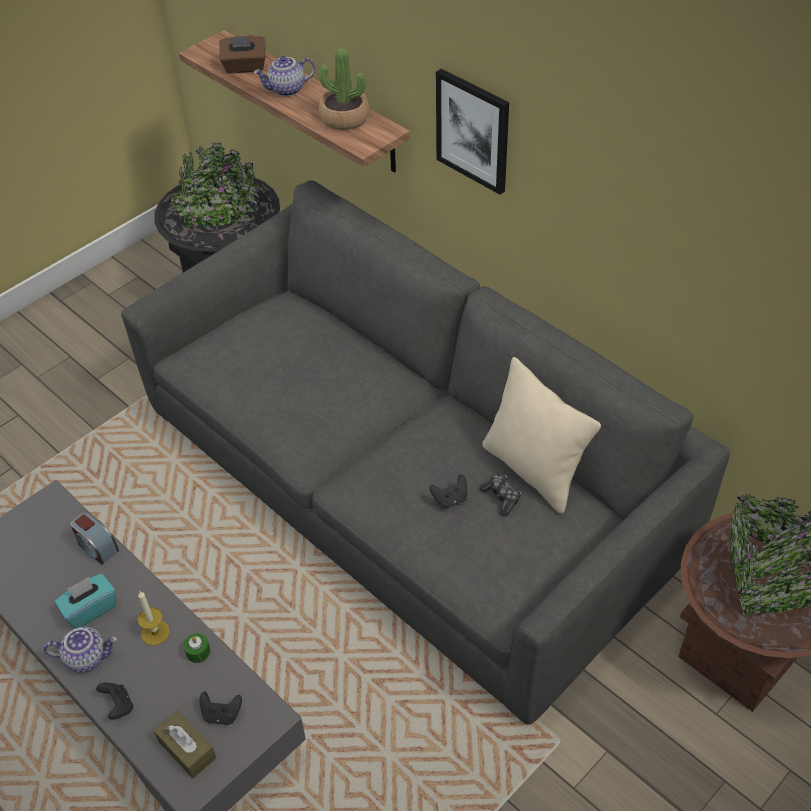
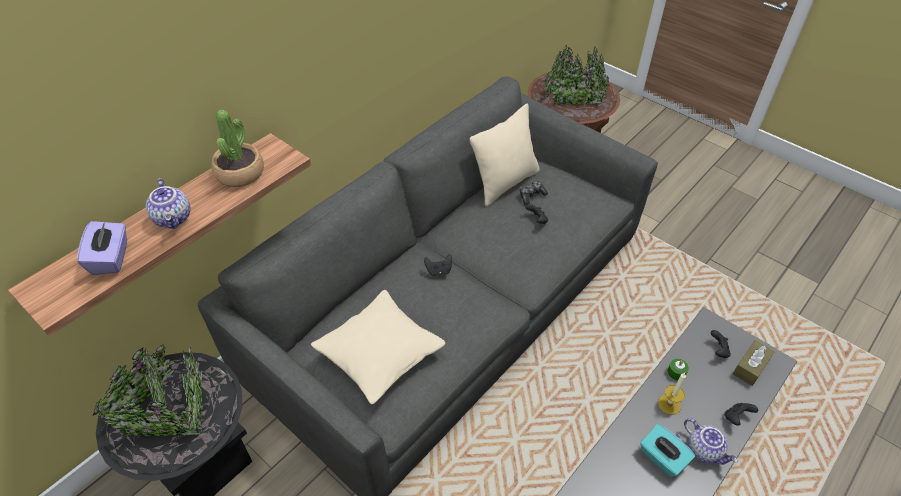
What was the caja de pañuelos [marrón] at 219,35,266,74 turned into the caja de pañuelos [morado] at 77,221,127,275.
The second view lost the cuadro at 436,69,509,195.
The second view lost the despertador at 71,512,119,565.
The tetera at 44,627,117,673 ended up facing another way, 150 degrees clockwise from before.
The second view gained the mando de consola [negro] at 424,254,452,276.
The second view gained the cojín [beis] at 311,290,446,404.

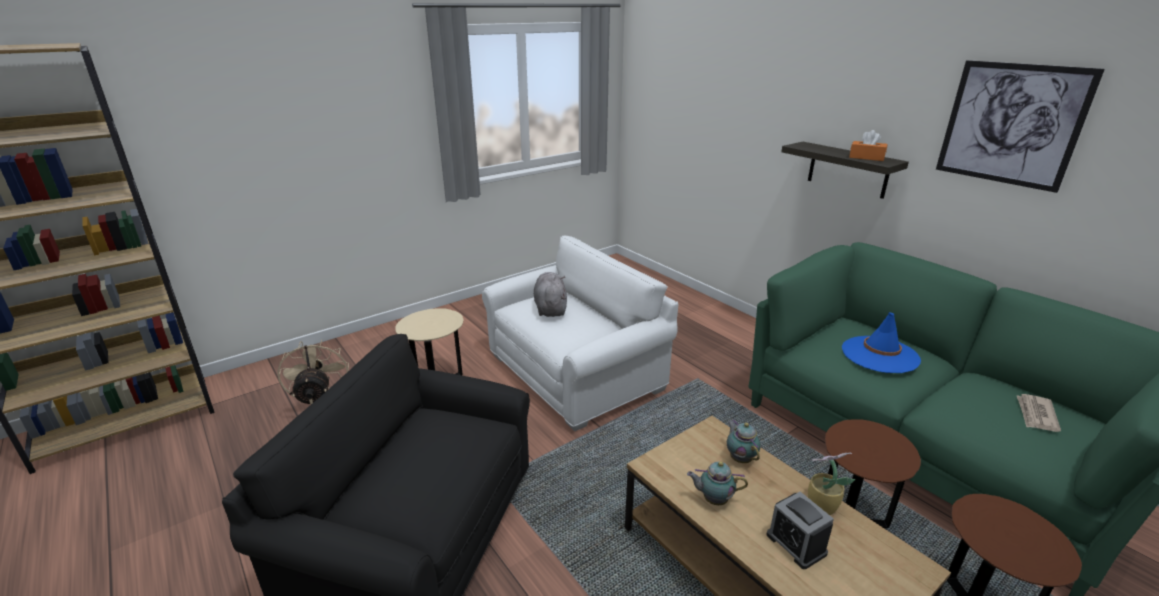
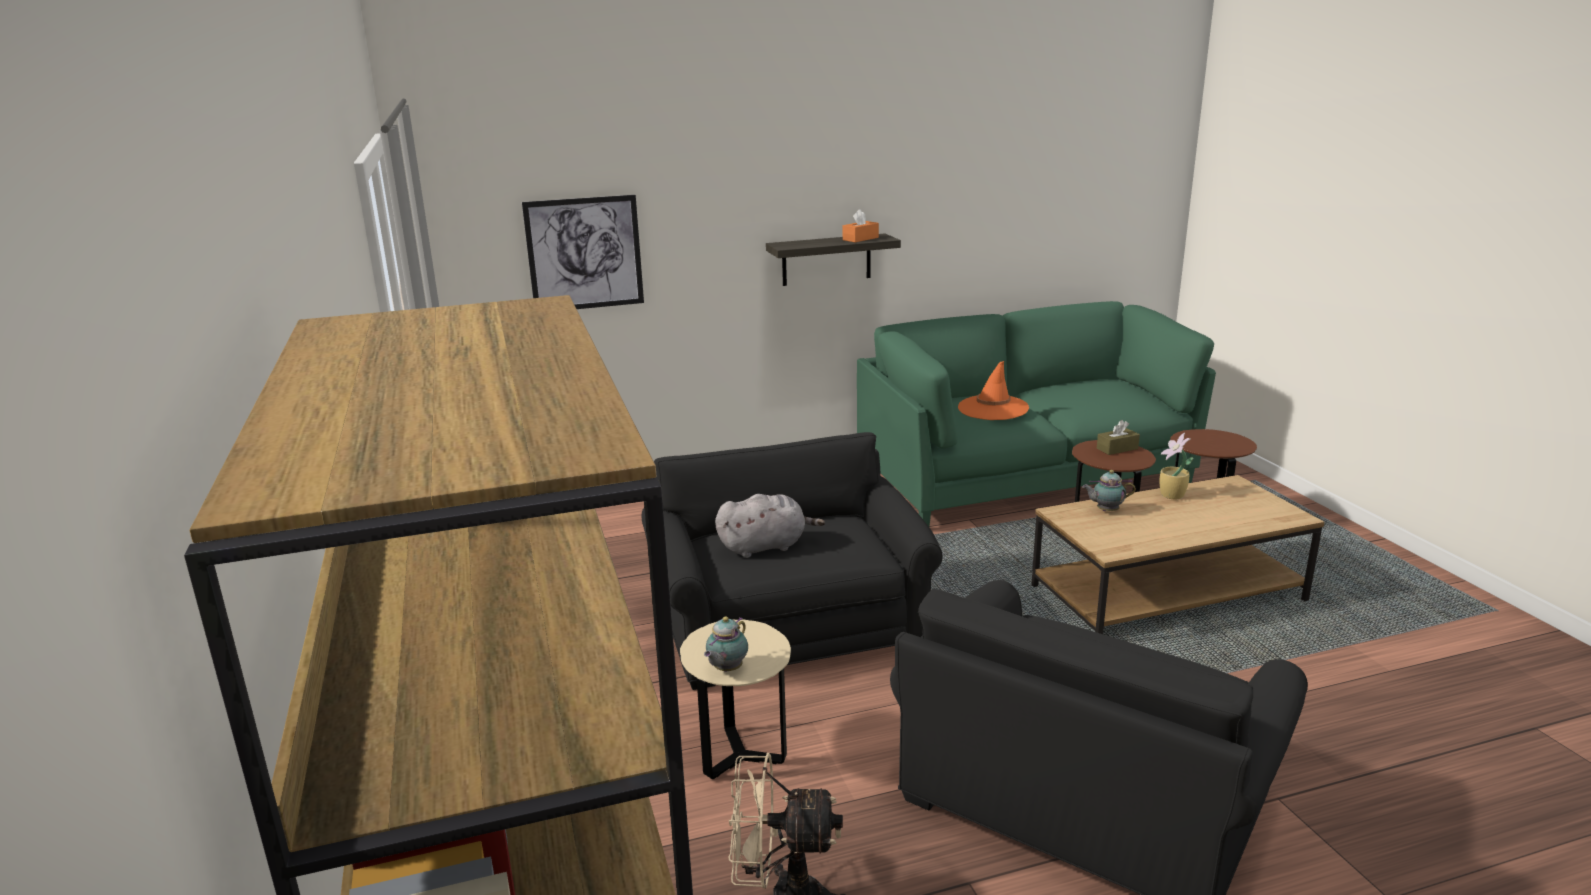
The cuadro ended up elsewhere, having gone from 936,60,1105,193 to 522,195,644,309.
What was the sillón [blanco] at 482,236,678,431 turned into the sillón [negro] at 642,432,943,690.
The peluche [gris] at 534,272,567,317 ended up facing another way, 150 degrees clockwise from before.
What was the sombrero [azul] at 842,312,921,373 turned into the sombrero [naranja] at 958,361,1029,420.
The second view lost the periódico at 1016,394,1061,432.
The tetera ended up elsewhere, having gone from 687,461,748,505 to 704,616,748,672.
The second view lost the despertador at 766,492,834,569.
The second view gained the caja de pañuelos [marrón] at 1097,420,1140,455.

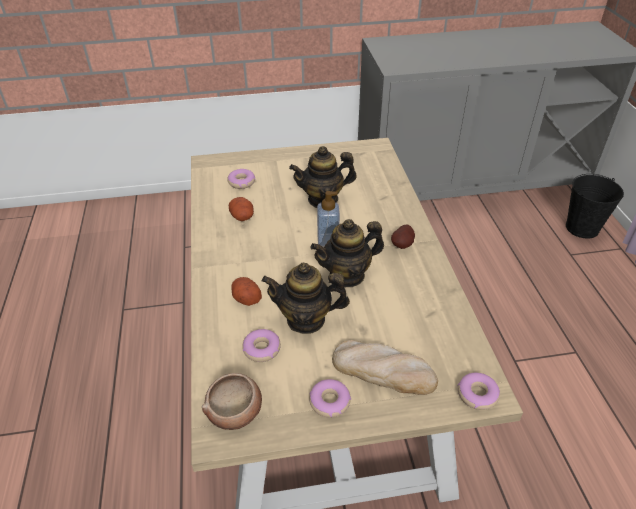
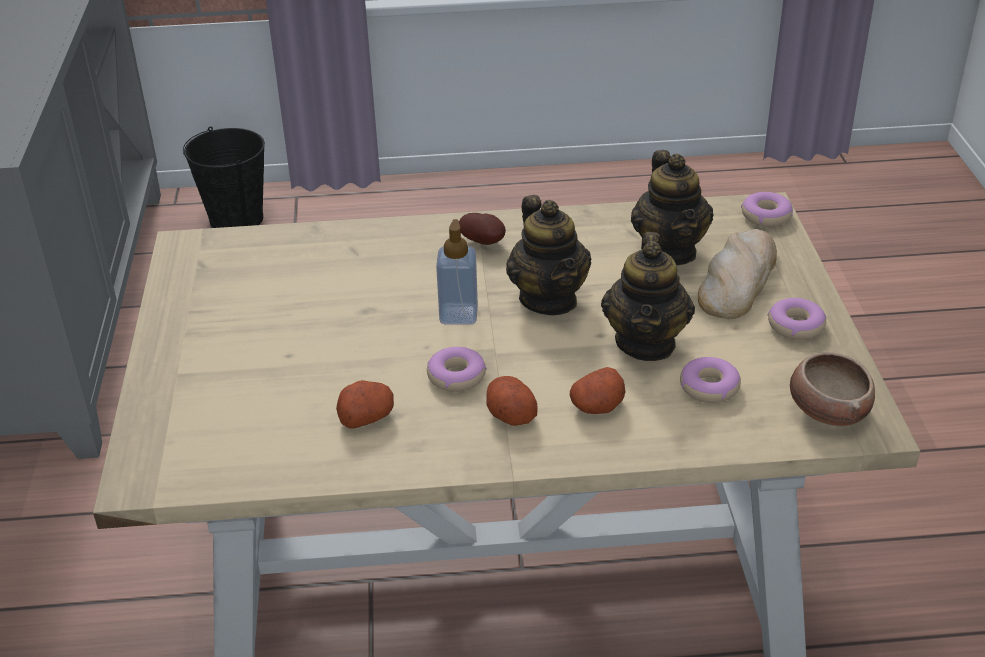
The tetera ended up elsewhere, having gone from 289,146,357,208 to 631,150,714,265.
The rosquilla ended up elsewhere, having gone from 227,169,256,189 to 427,347,487,392.
The second view gained the patata at 486,376,538,426.

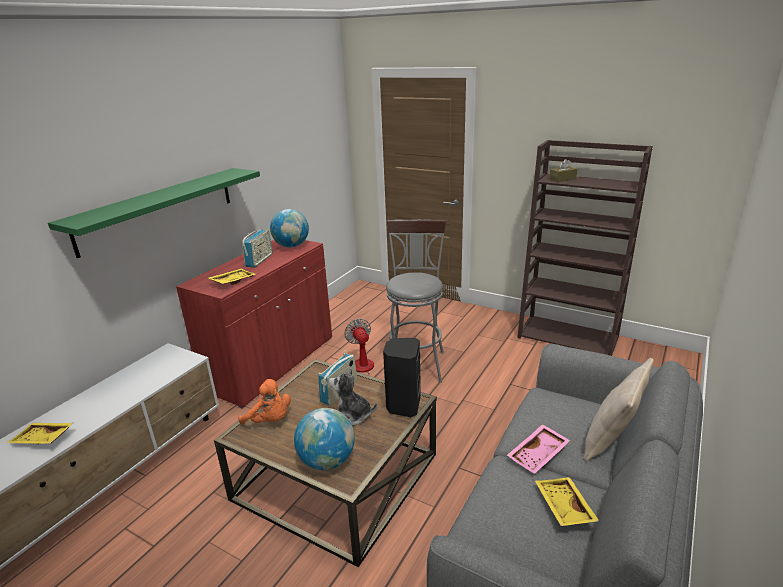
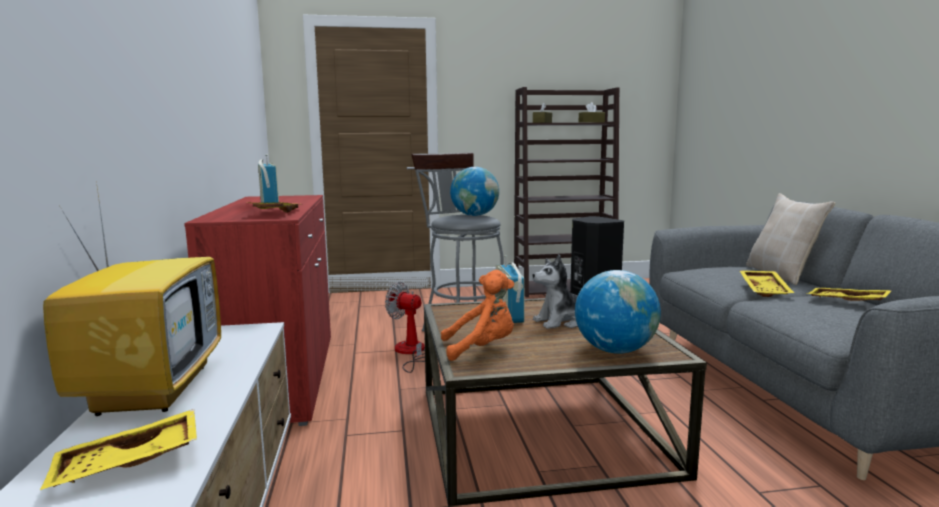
The second view lost the estante [verde] at 48,168,260,258.
The globo terráqueo ended up elsewhere, having gone from 270,209,309,247 to 450,167,499,216.
What was the bandeja [rosa] at 507,424,571,474 turned into the bandeja [amarillo] at 740,271,794,297.
The second view gained the caja de pañuelos [marrón] at 578,102,605,123.
The second view gained the televisor at 43,181,221,416.

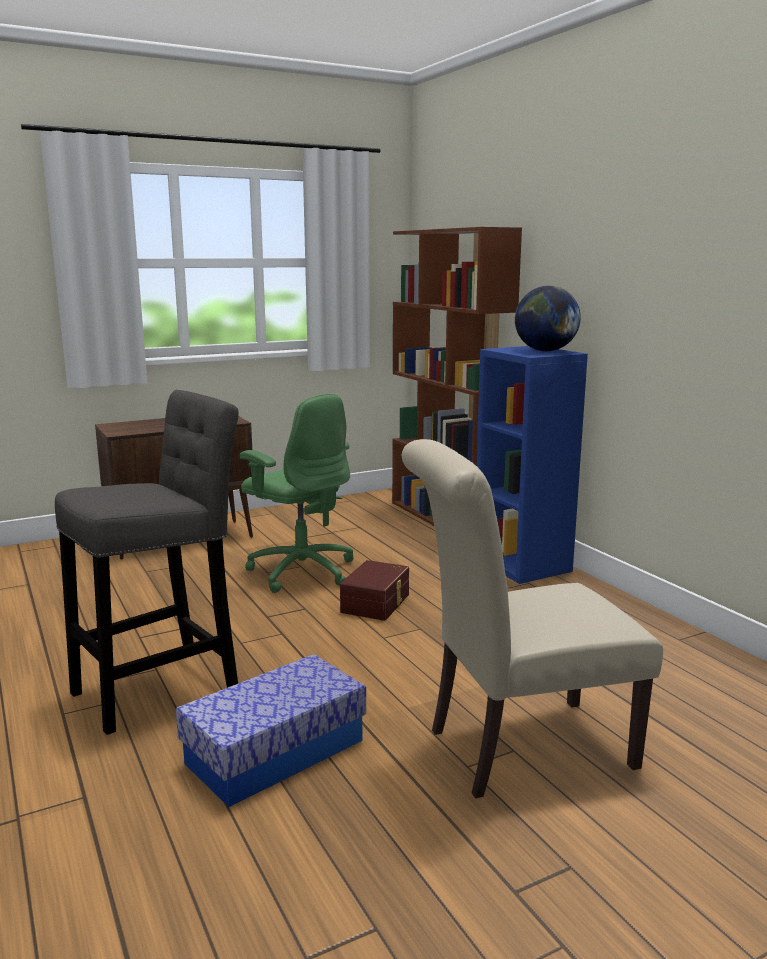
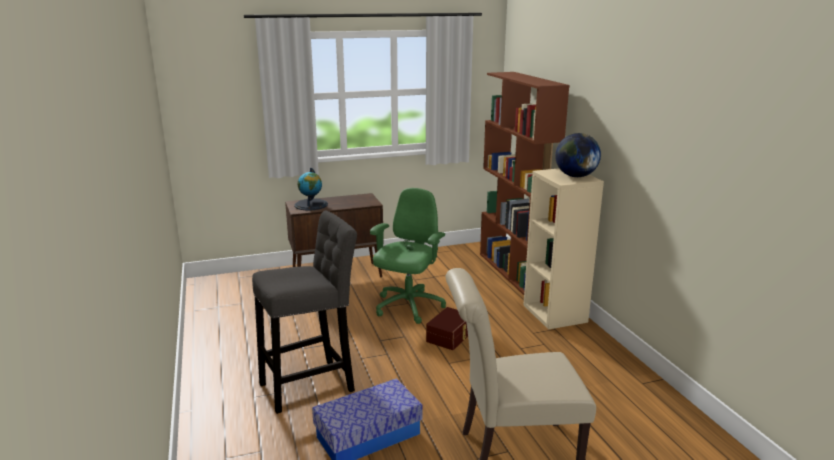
What was the estantería [azul] at 476,346,588,584 turned into the estantería [beis] at 523,168,604,330.
The silla de oficina [verde] at 240,394,354,593 ended up facing another way, 120 degrees counterclockwise from before.
The second view gained the globo terráqueo at 294,168,328,210.

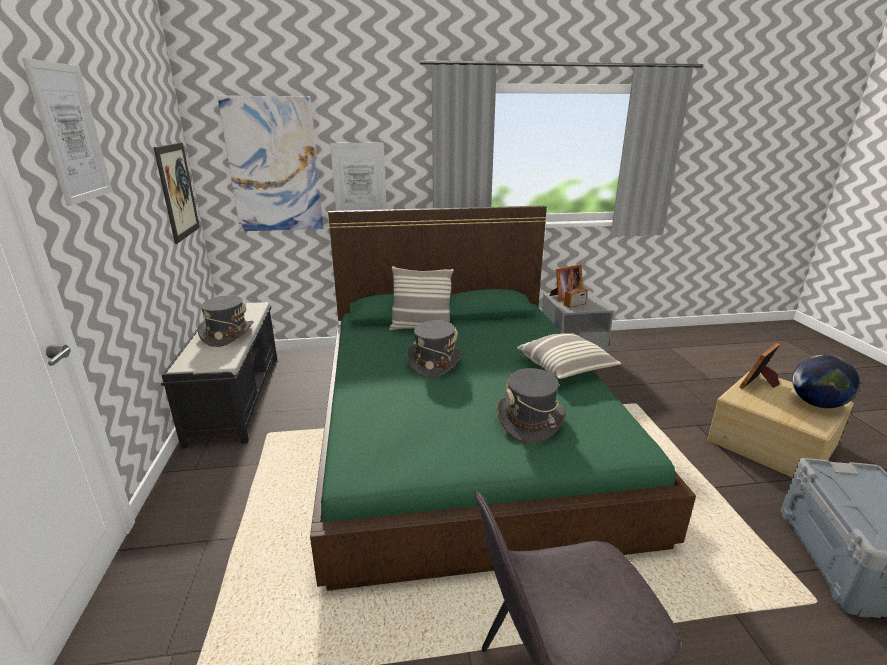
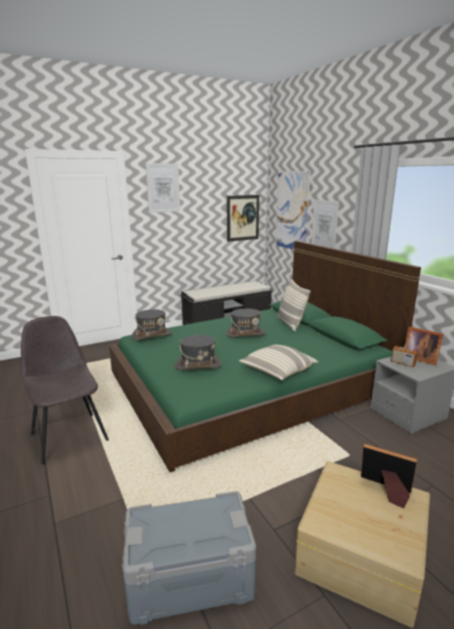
The sombrero [gris] ended up elsewhere, having gone from 198,295,254,347 to 131,309,172,340.
The second view lost the globo terráqueo at 792,354,860,408.

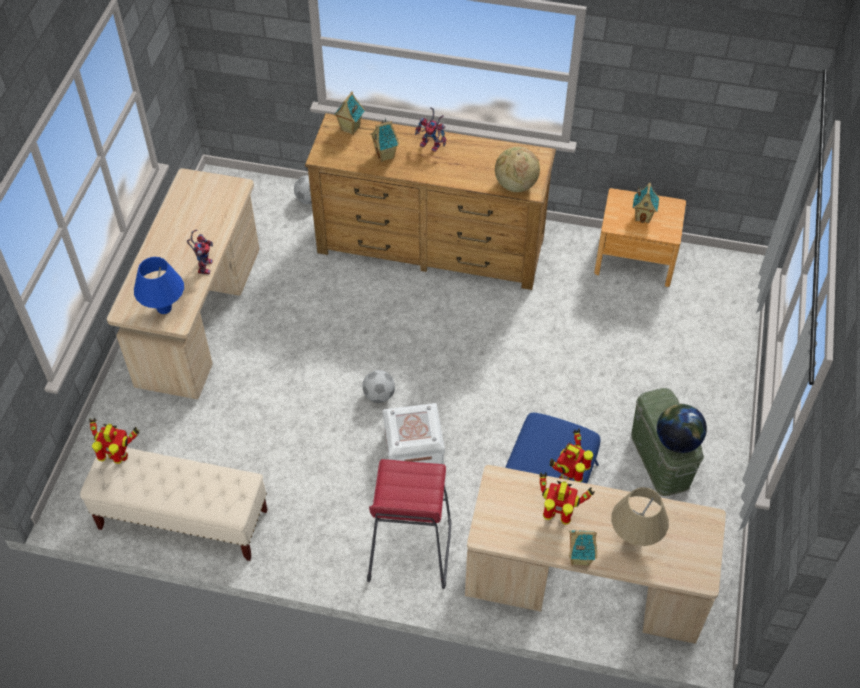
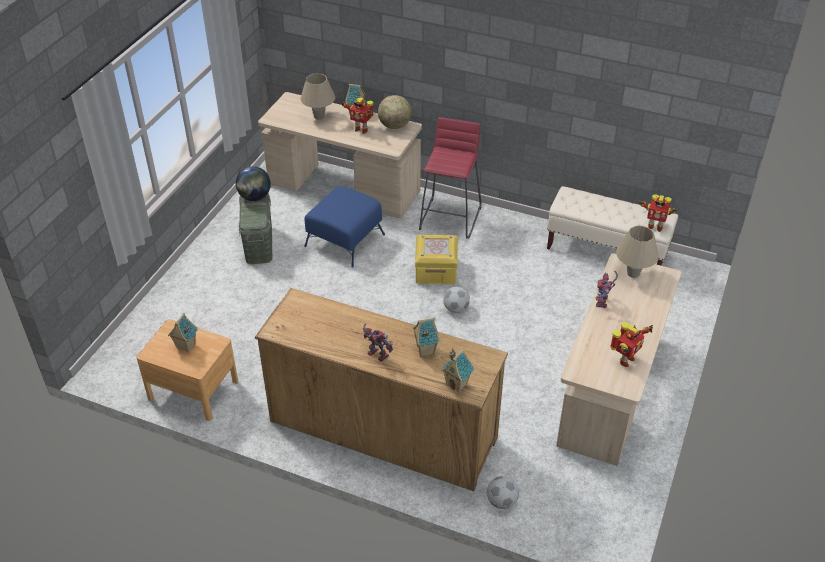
The globo terráqueo ended up elsewhere, having gone from 495,147,540,192 to 378,95,412,129.
What was the lámpara de mesa [azul] at 134,257,184,314 turned into the lámpara de mesa [beis] at 616,226,659,278.
What was the caja de almacenaje [blanco] at 383,403,445,464 turned into the caja de almacenaje [amarillo] at 415,235,458,284.
The robot de juguete ended up elsewhere, having gone from 550,428,593,482 to 610,322,653,367.

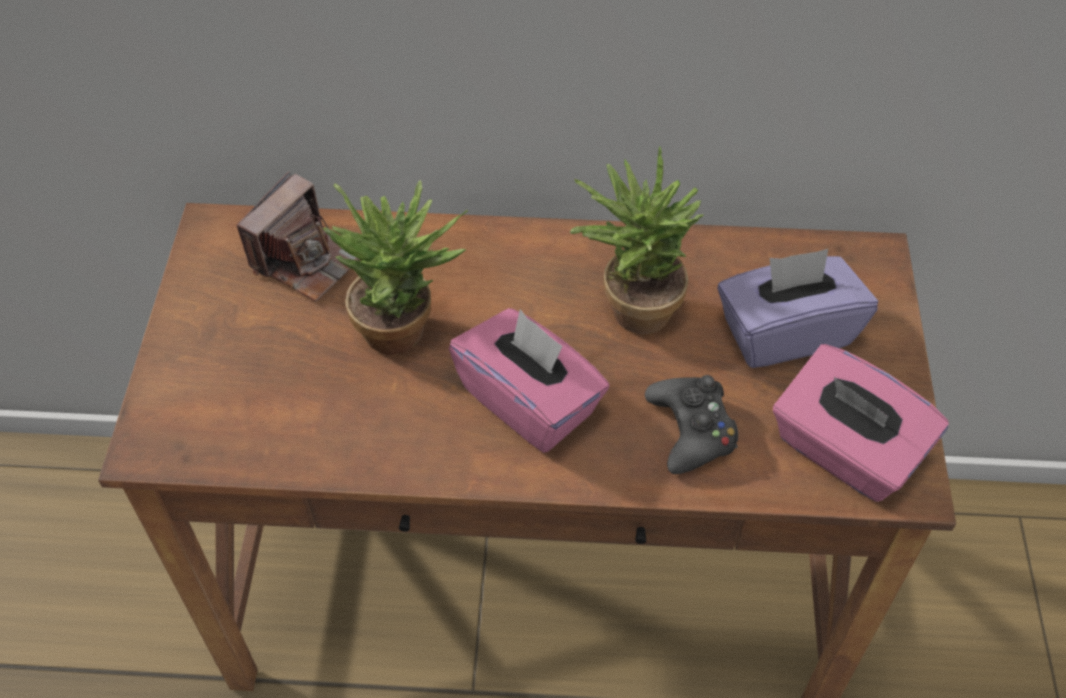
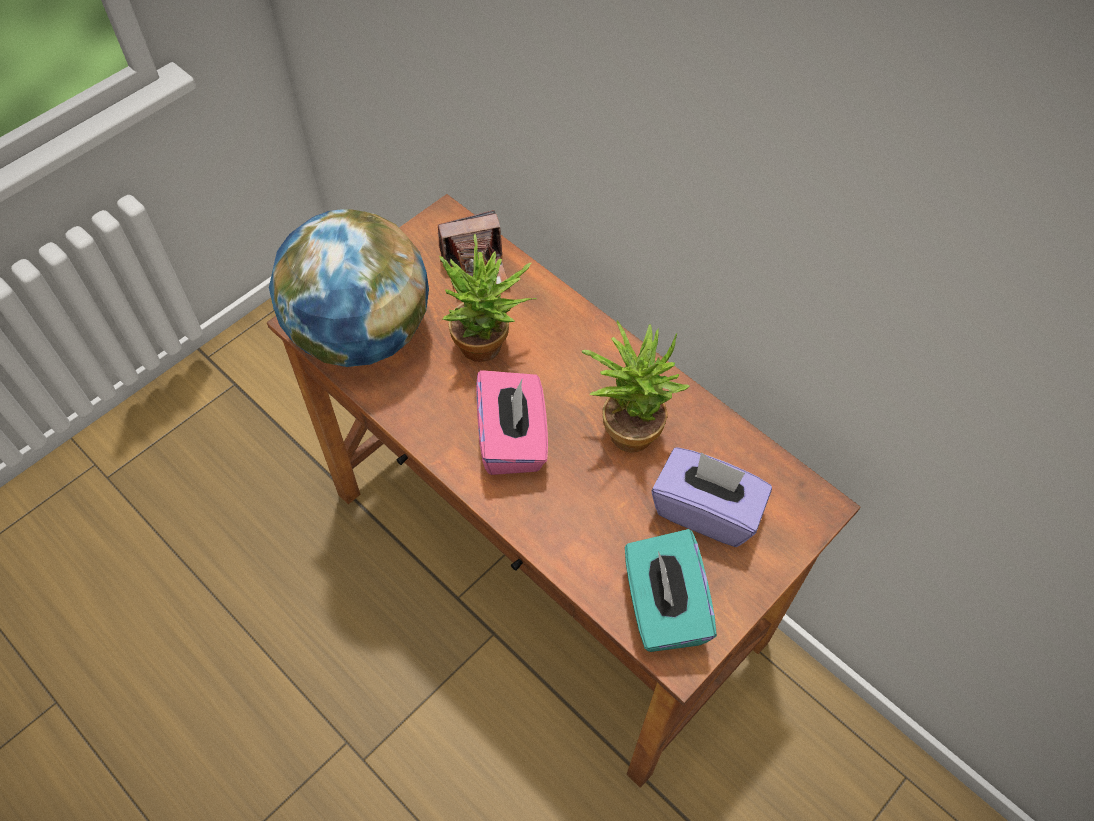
What was the caja de pañuelos [rosa] at 773,344,949,502 turned into the caja de pañuelos [turquesa] at 625,529,717,652.
The second view lost the mando de consola [negro] at 645,375,738,474.
The second view gained the globo terráqueo at 269,209,429,367.

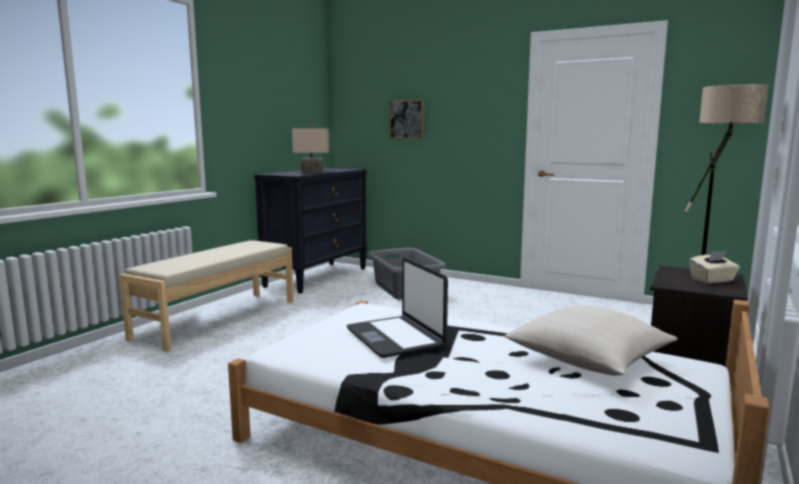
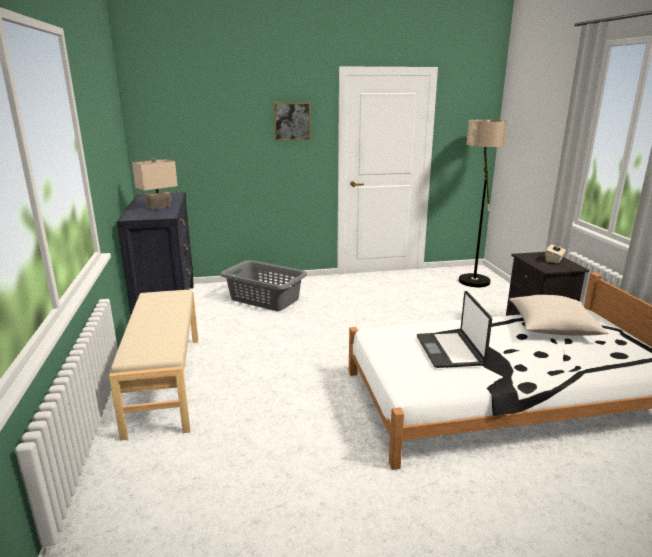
The cuadro ended up elsewhere, having gone from 389,99,424,139 to 274,103,310,141.
The portátil at 347,258,448,358 ended up facing another way, 60 degrees clockwise from before.

